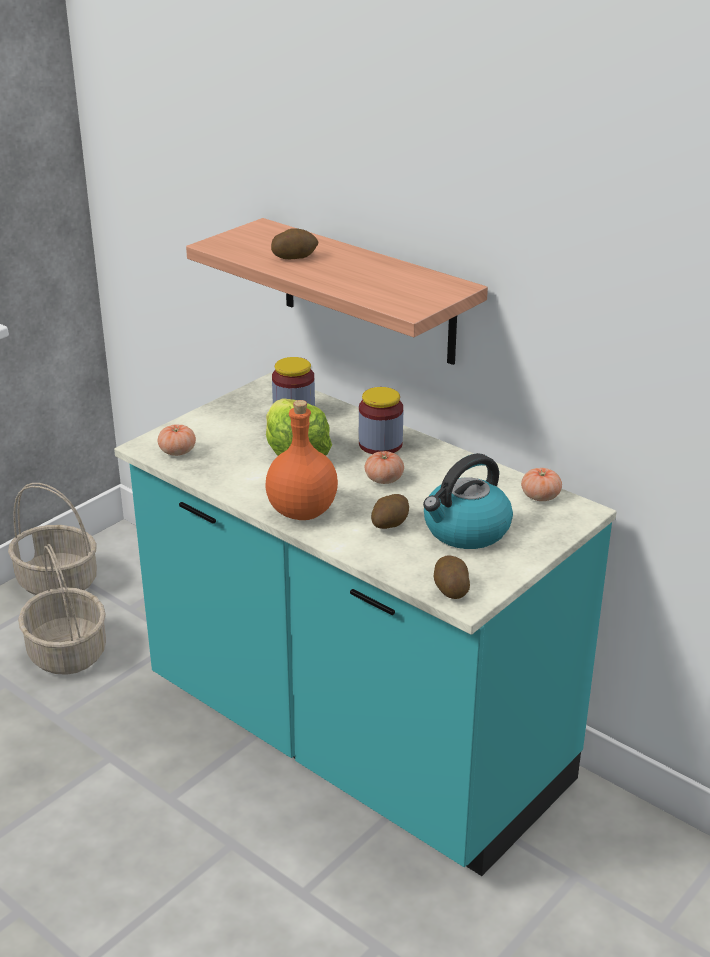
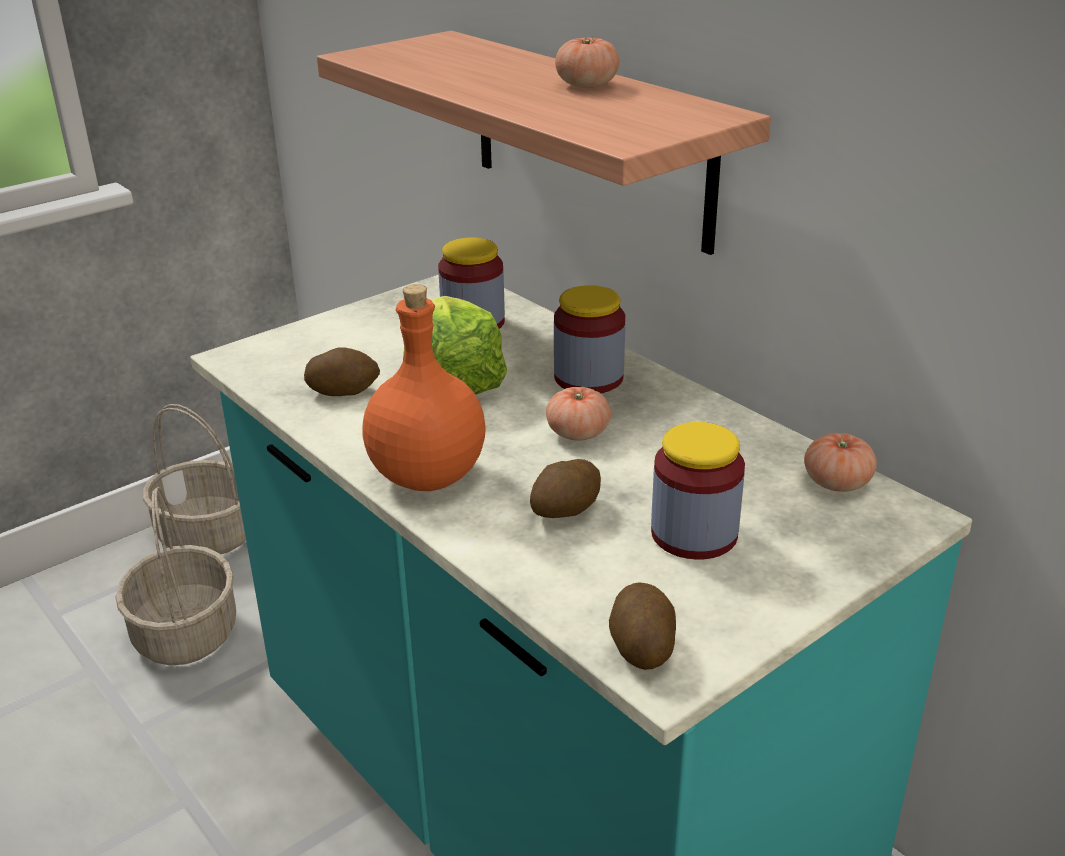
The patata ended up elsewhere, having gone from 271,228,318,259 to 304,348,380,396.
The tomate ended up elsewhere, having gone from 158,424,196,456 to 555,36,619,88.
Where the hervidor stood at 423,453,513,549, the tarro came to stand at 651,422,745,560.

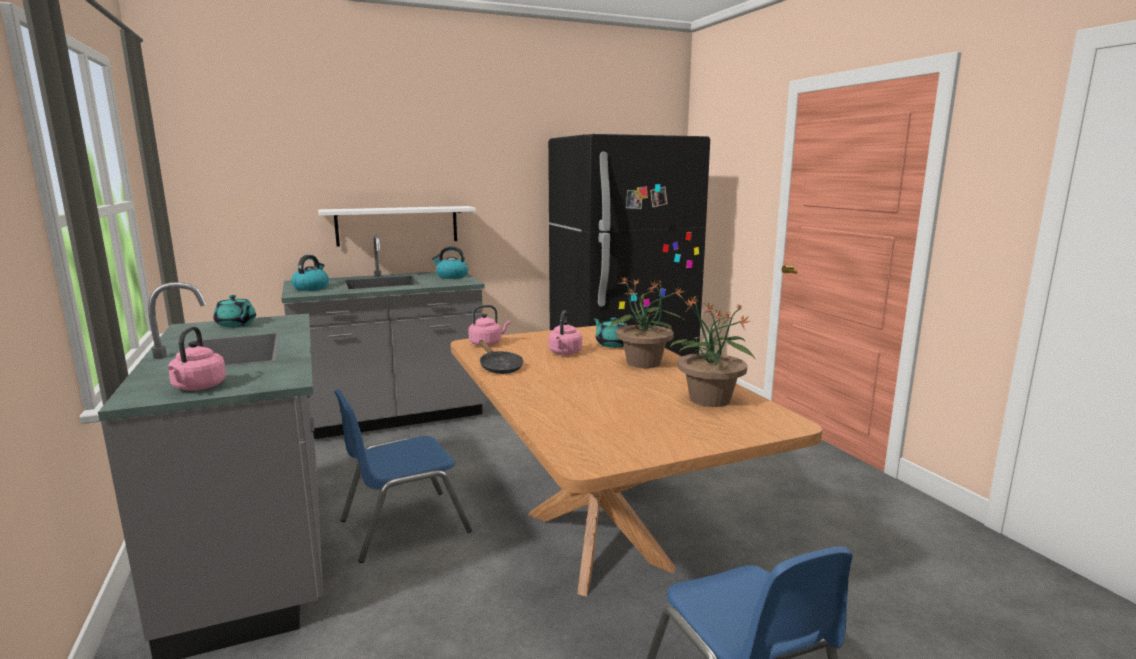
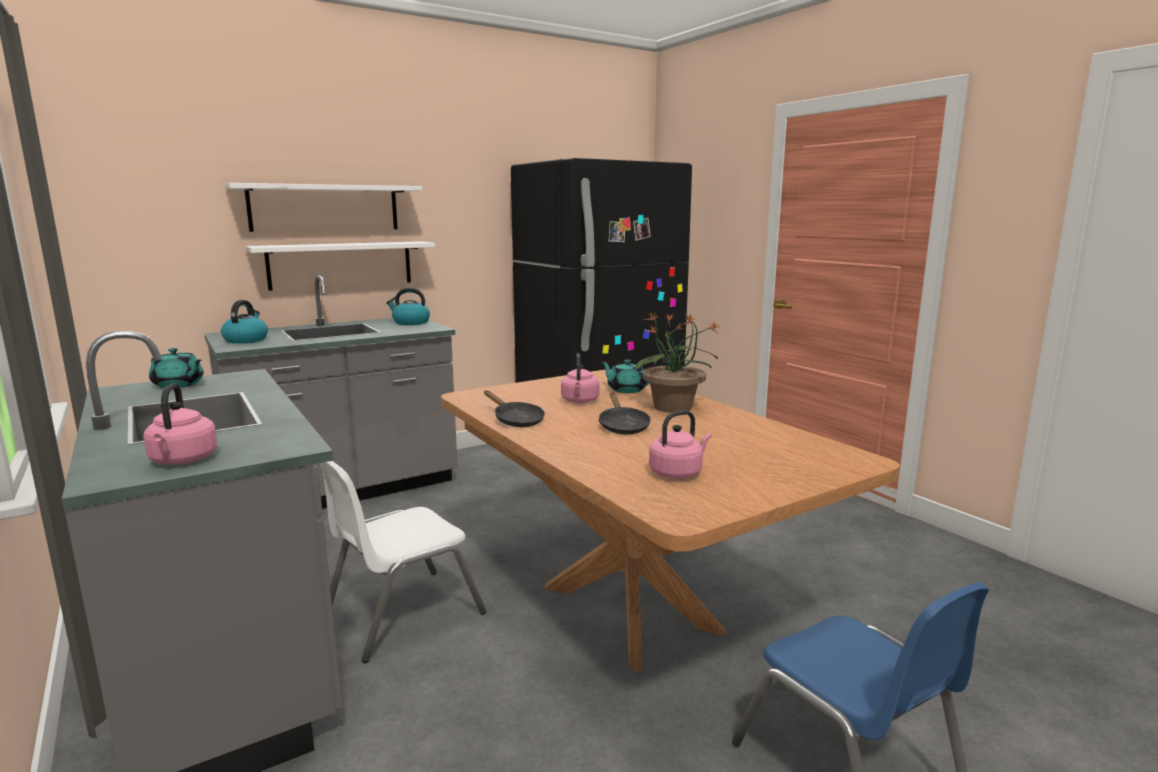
The second view lost the planta en maceta at 670,295,755,407.
The hervidor [rosa] ended up elsewhere, having gone from 468,305,510,346 to 649,410,712,479.
What was the silla [azul] at 334,389,472,563 turned into the silla [blanco] at 319,461,486,663.
The second view gained the estante [blanco] at 225,183,422,232.
The second view gained the sartén [negro] at 598,392,651,434.

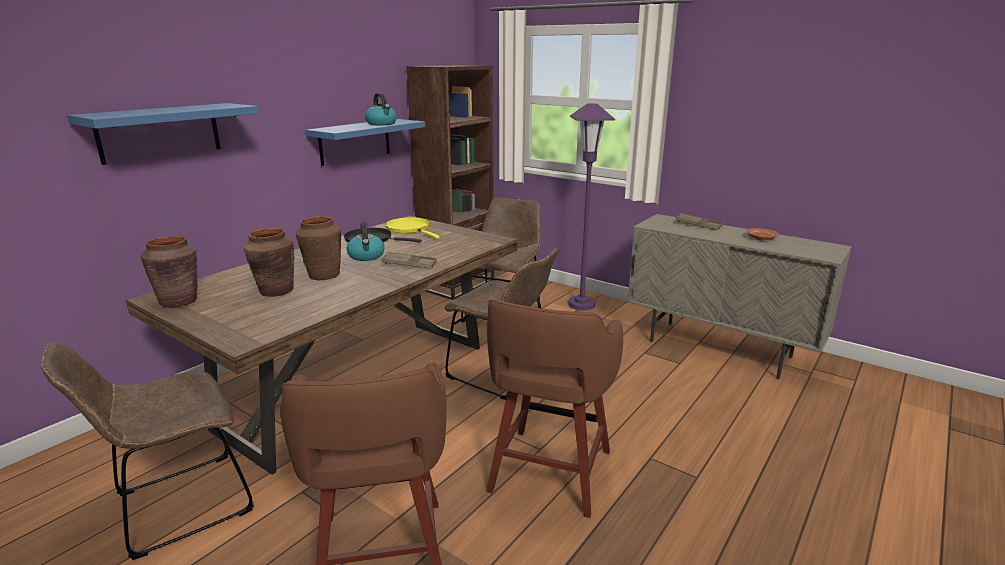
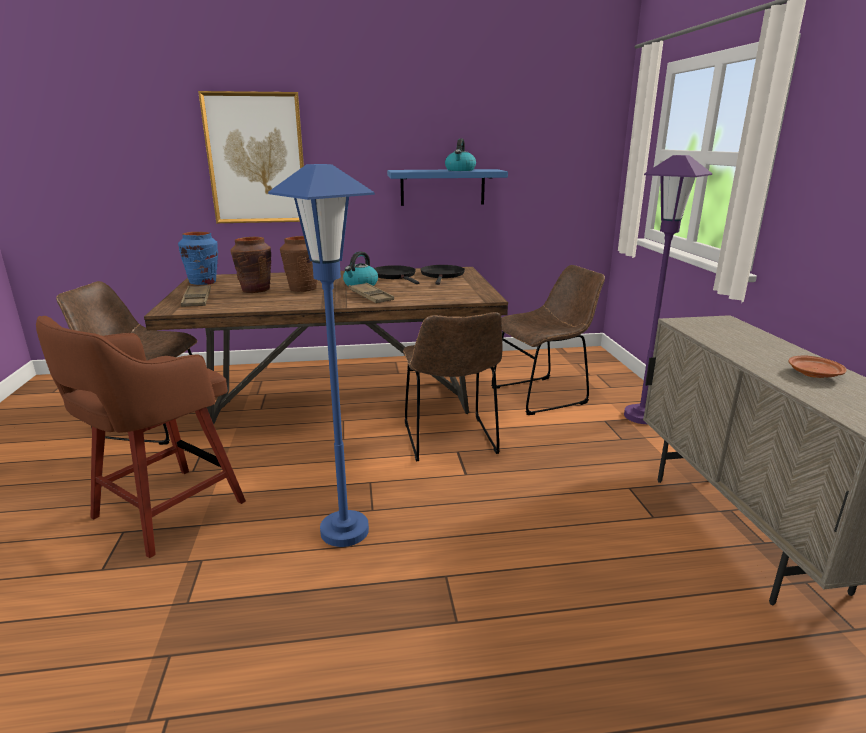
The second view lost the estantería [marrón] at 406,65,494,300.
Where the estante [azul] hung at 67,103,259,165, the cuadro came to hang at 198,91,304,223.
The bandeja [marrón] ended up elsewhere, having gone from 676,213,723,230 to 181,285,211,307.
What was the sartén [amarillo] at 385,217,440,239 turned into the sartén [negro] at 421,265,465,285.
What was the florero [marrón] at 140,236,198,308 turned into the florero [azul] at 178,232,218,285.
Where the taburete [marrón] stood at 486,299,623,518, the lámpara de pie [azul] came to stand at 268,164,375,547.

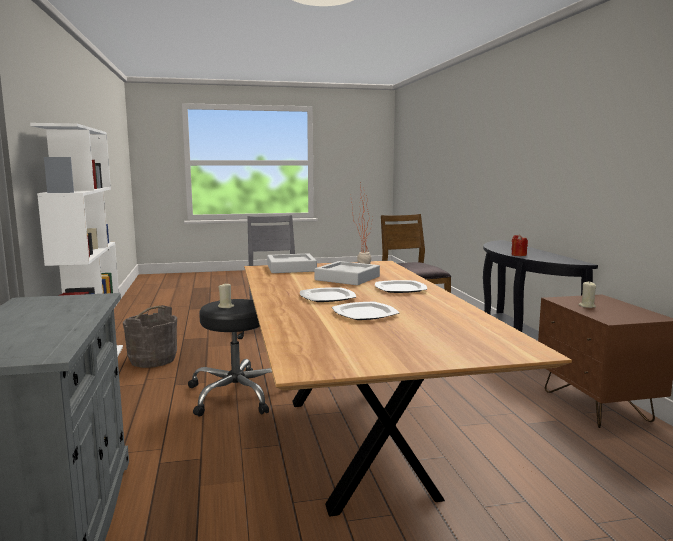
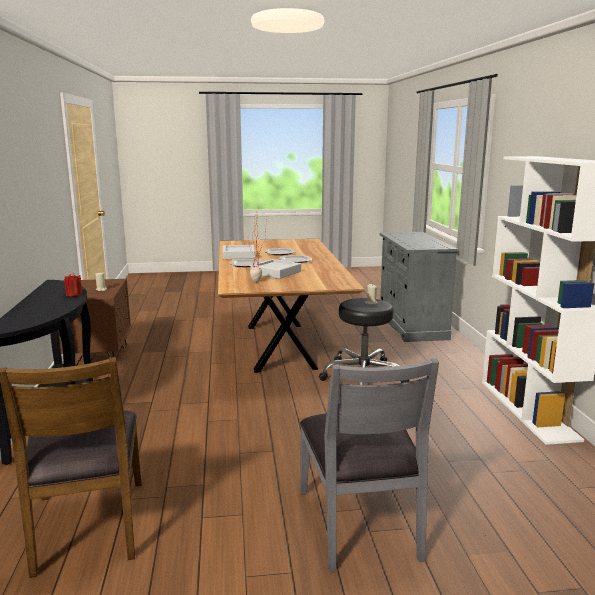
The bandeja [gris] ended up elsewhere, having gone from 267,254,317,273 to 223,245,256,259.
The second view lost the cubo [gris] at 123,305,177,368.

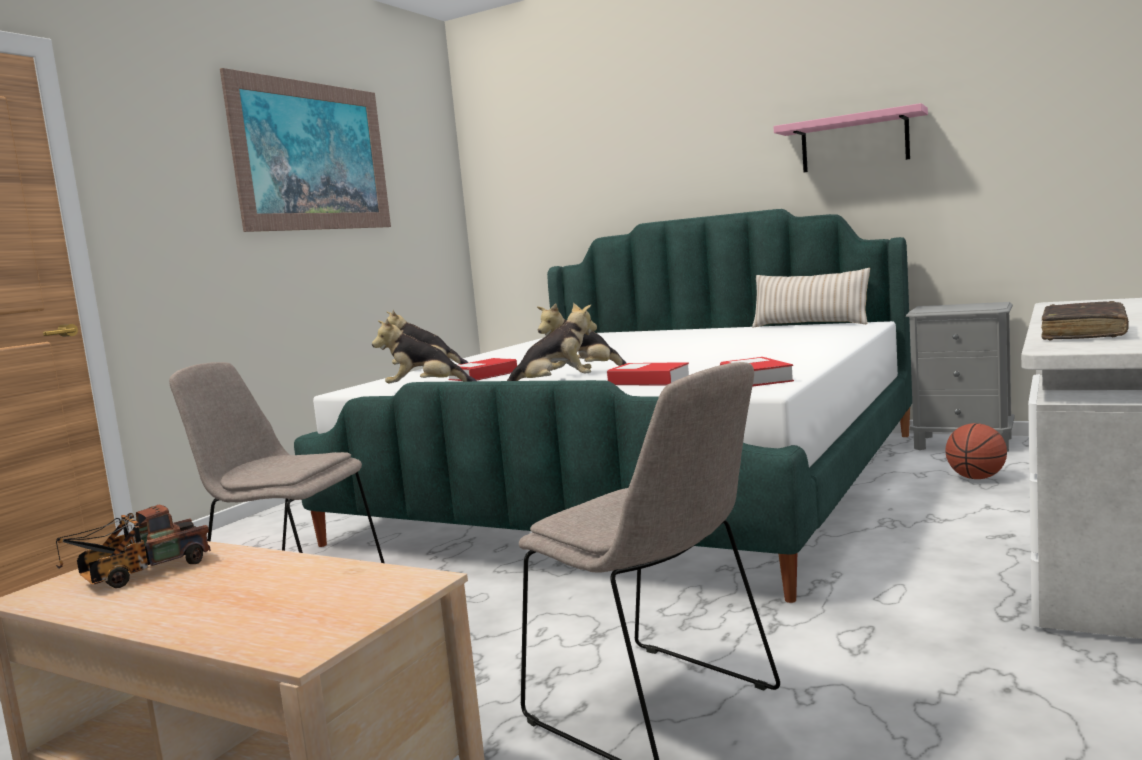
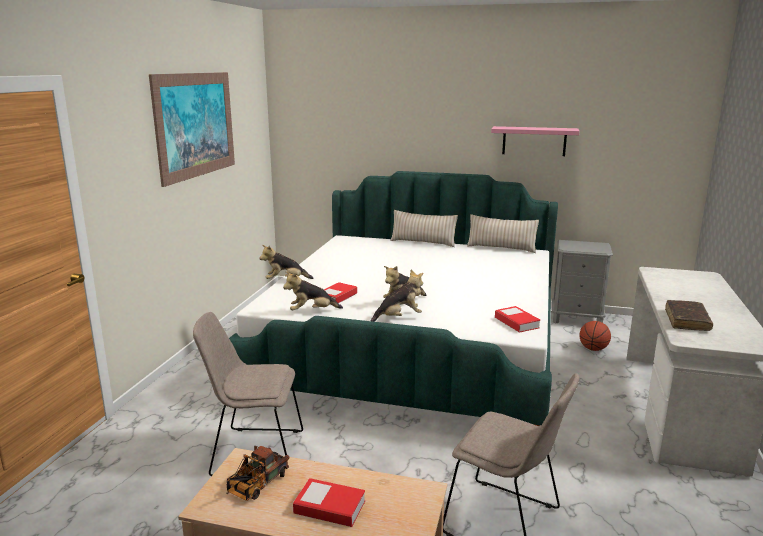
The libro ended up elsewhere, having gone from 607,362,689,386 to 293,478,365,527.
The second view gained the cojín [beis] at 391,210,458,247.

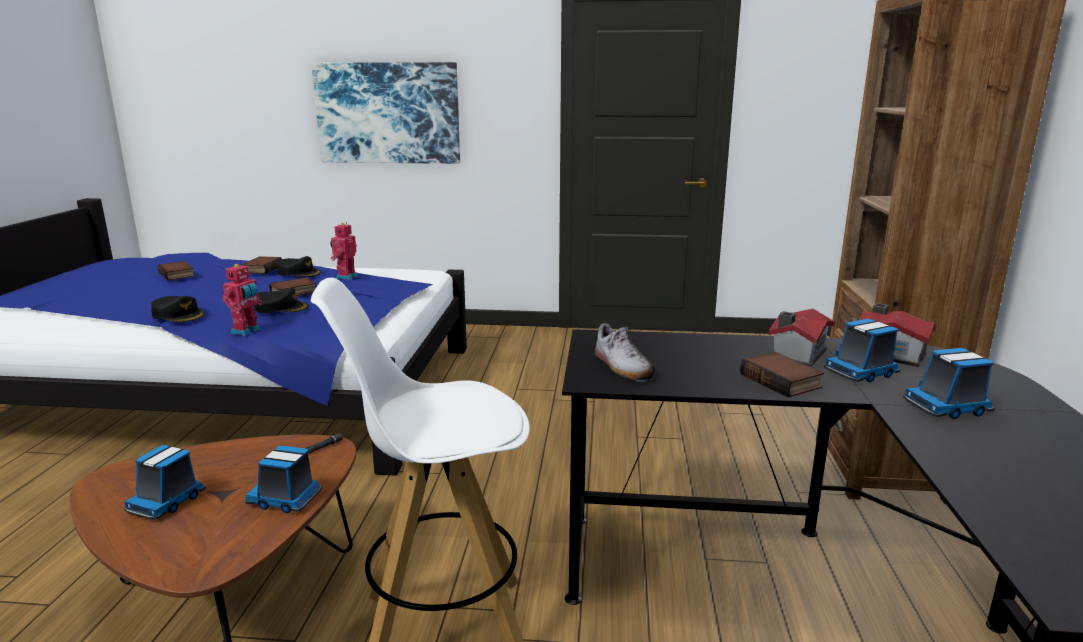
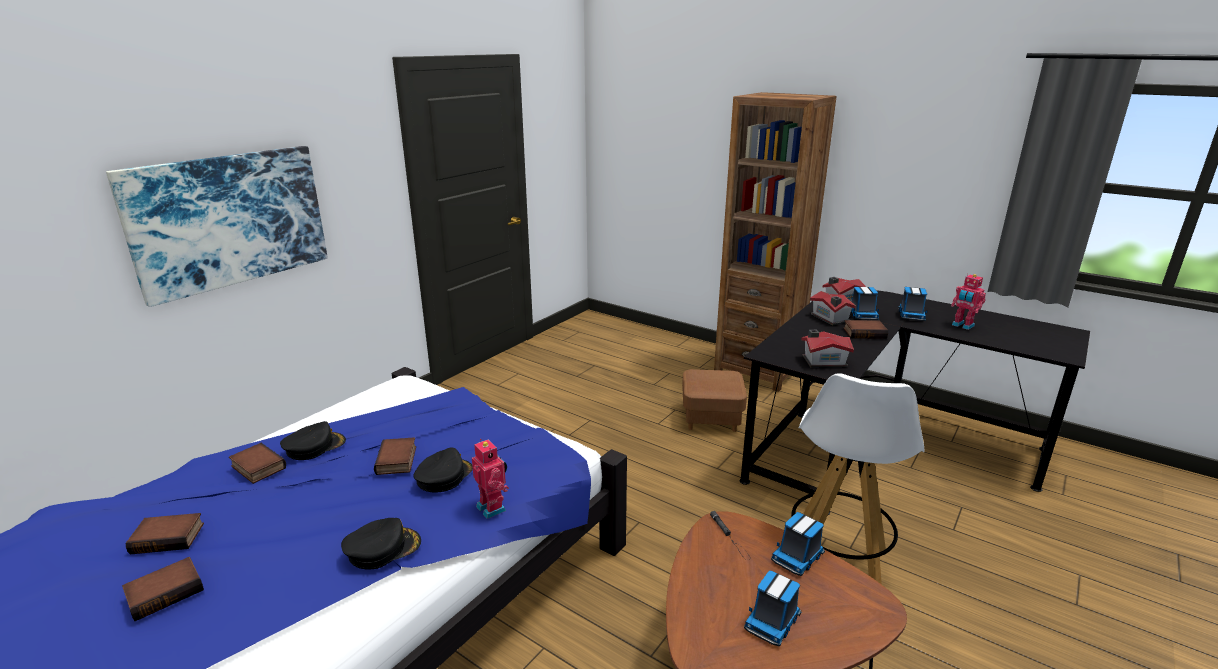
The robot de juguete ended up elsewhere, having gone from 330,222,358,280 to 951,273,986,330.
Where the zapato stood at 595,323,655,382, the casita came to stand at 801,330,854,367.
The camión de juguete at 124,445,206,519 ended up facing another way, 75 degrees clockwise from before.
The second view gained the puf [marrón] at 682,369,747,432.
The second view gained the libro at 122,557,204,621.

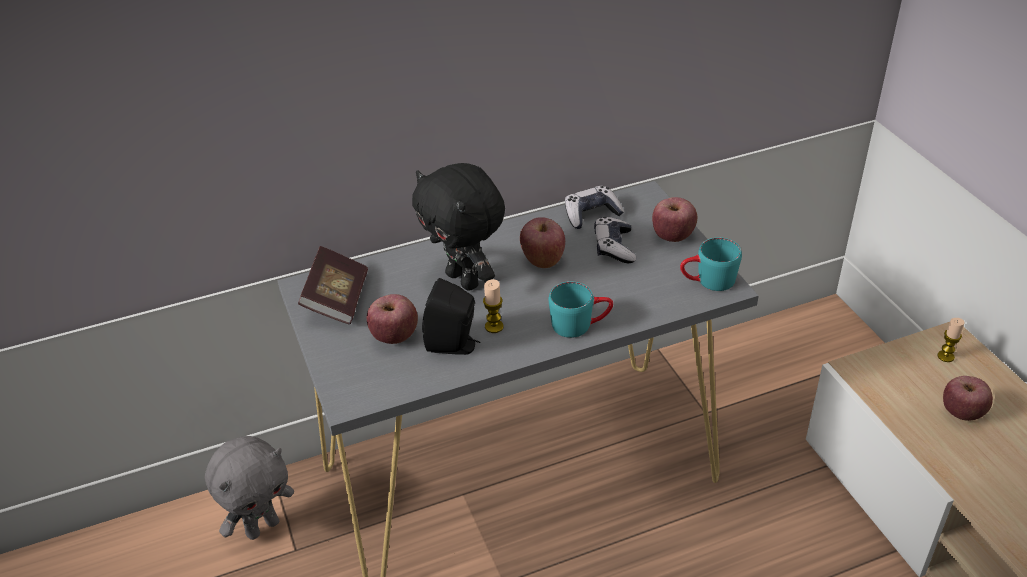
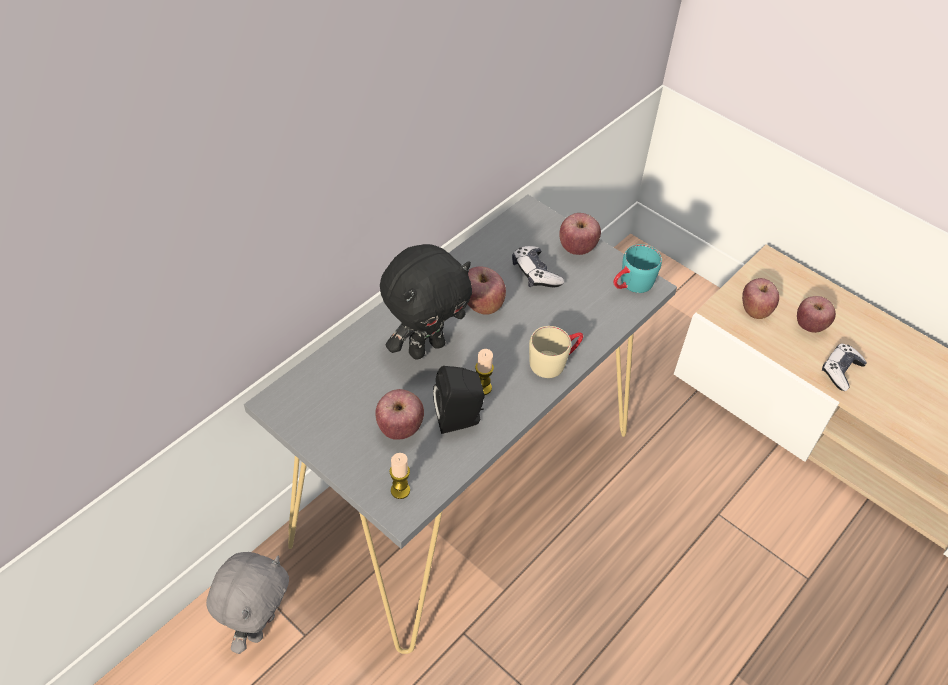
The peluche [negro] at 412,163,505,291 ended up facing another way, 60 degrees counterclockwise from before.
The mando de consola ended up elsewhere, having gone from 565,185,624,229 to 822,343,867,391.
The second view lost the libro at 298,246,368,324.
What was the taza grande [turquesa] at 549,281,613,338 turned into the taza grande [beis] at 529,326,583,378.
The vela ended up elsewhere, having gone from 938,318,965,362 to 389,453,410,499.
The second view gained the manzana at 742,278,779,319.

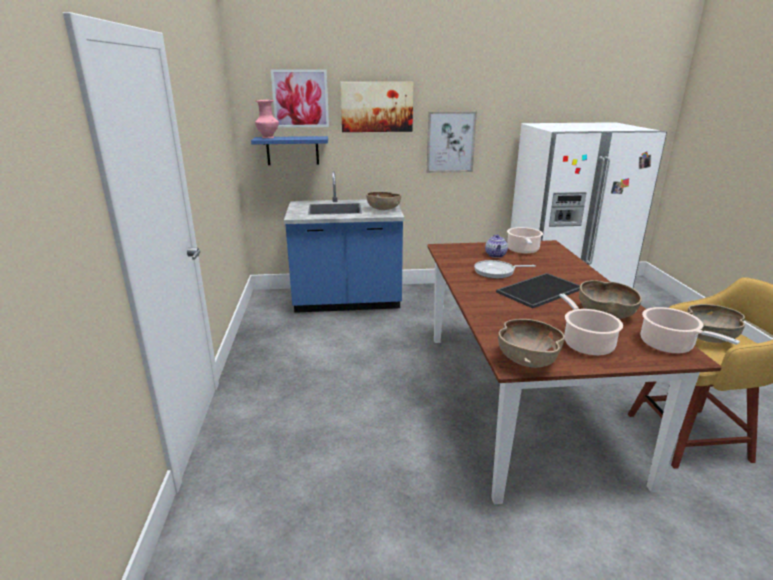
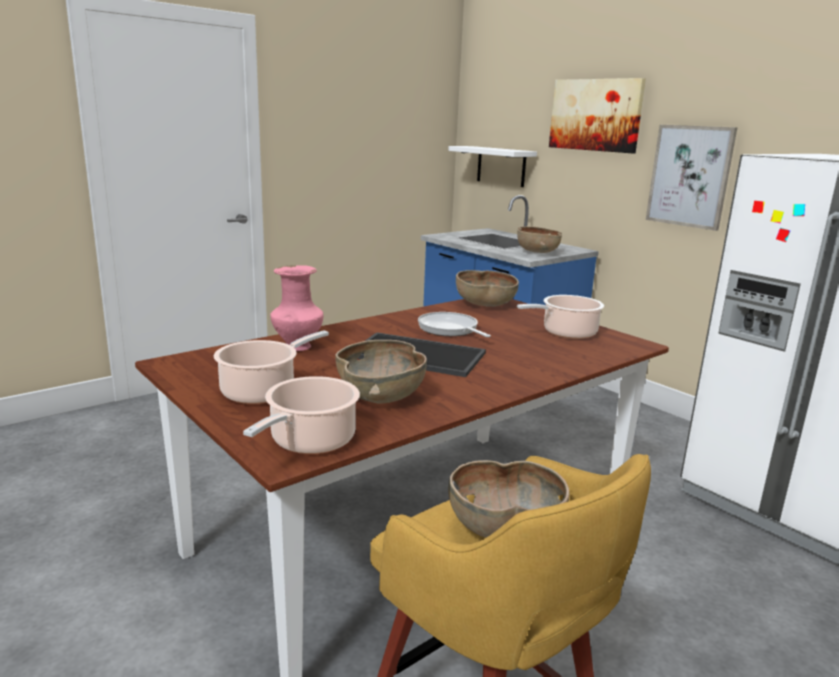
The second view lost the cuadro at 271,70,329,128.
The florero [rosa] ended up elsewhere, having gone from 255,100,279,138 to 270,265,323,351.
What was the estante [azul] at 251,136,328,165 turned into the estante [blanco] at 448,146,537,187.
The second view lost the tetera at 485,234,508,258.
The cuenco [marrón] ended up elsewhere, having gone from 498,319,565,368 to 456,270,519,307.

